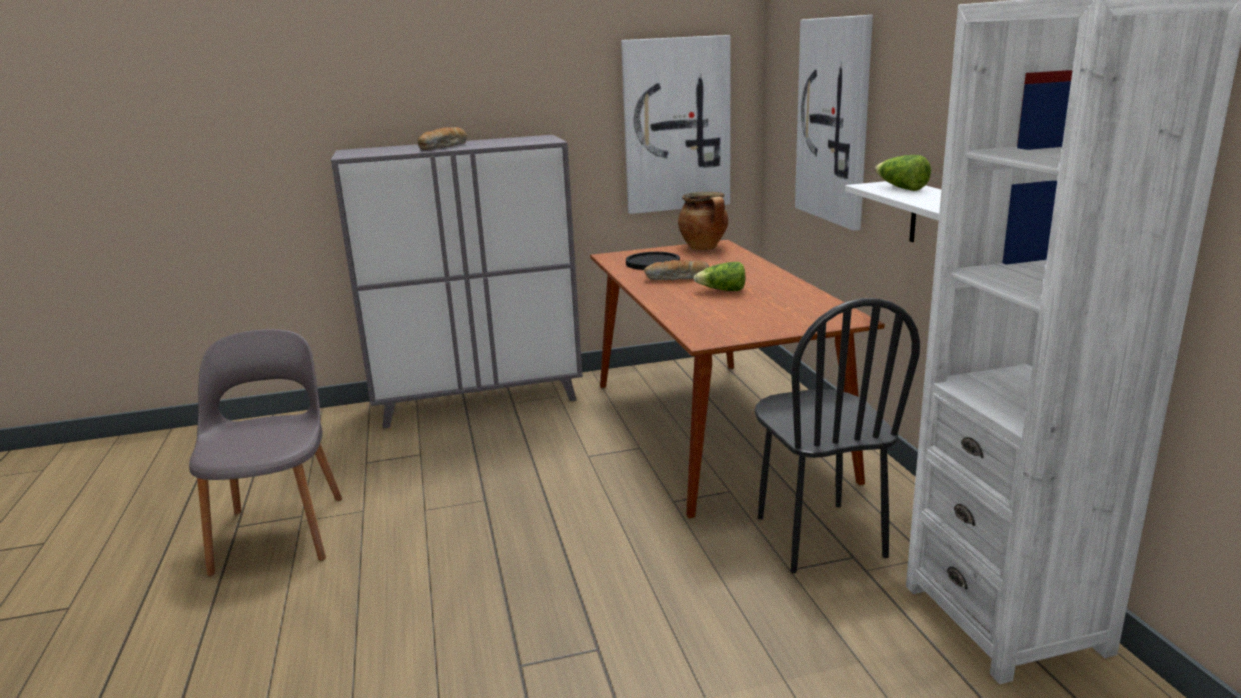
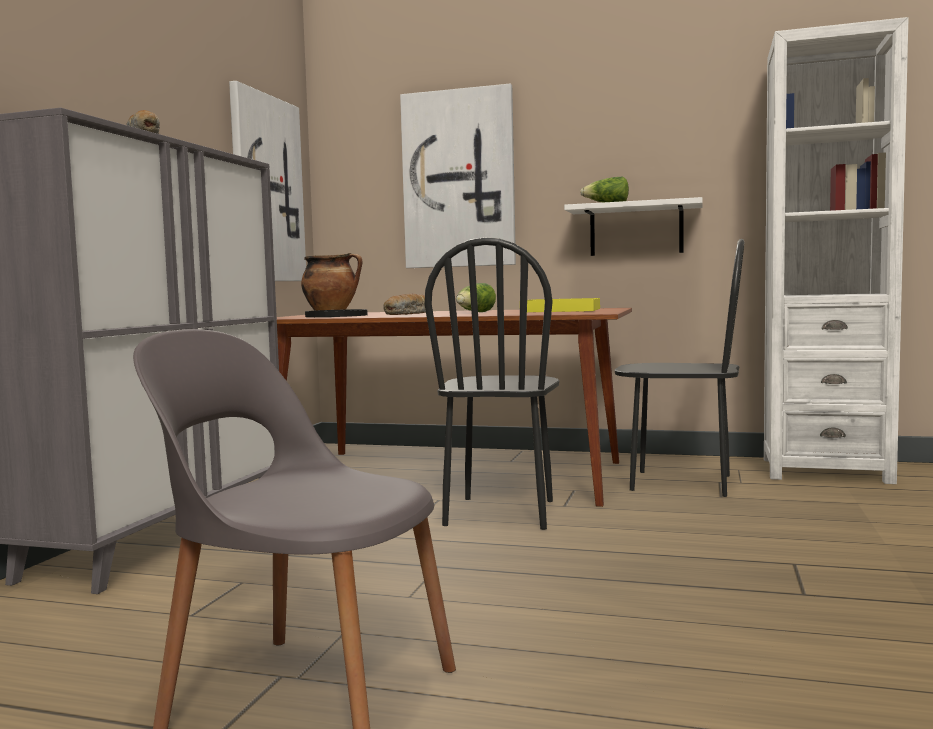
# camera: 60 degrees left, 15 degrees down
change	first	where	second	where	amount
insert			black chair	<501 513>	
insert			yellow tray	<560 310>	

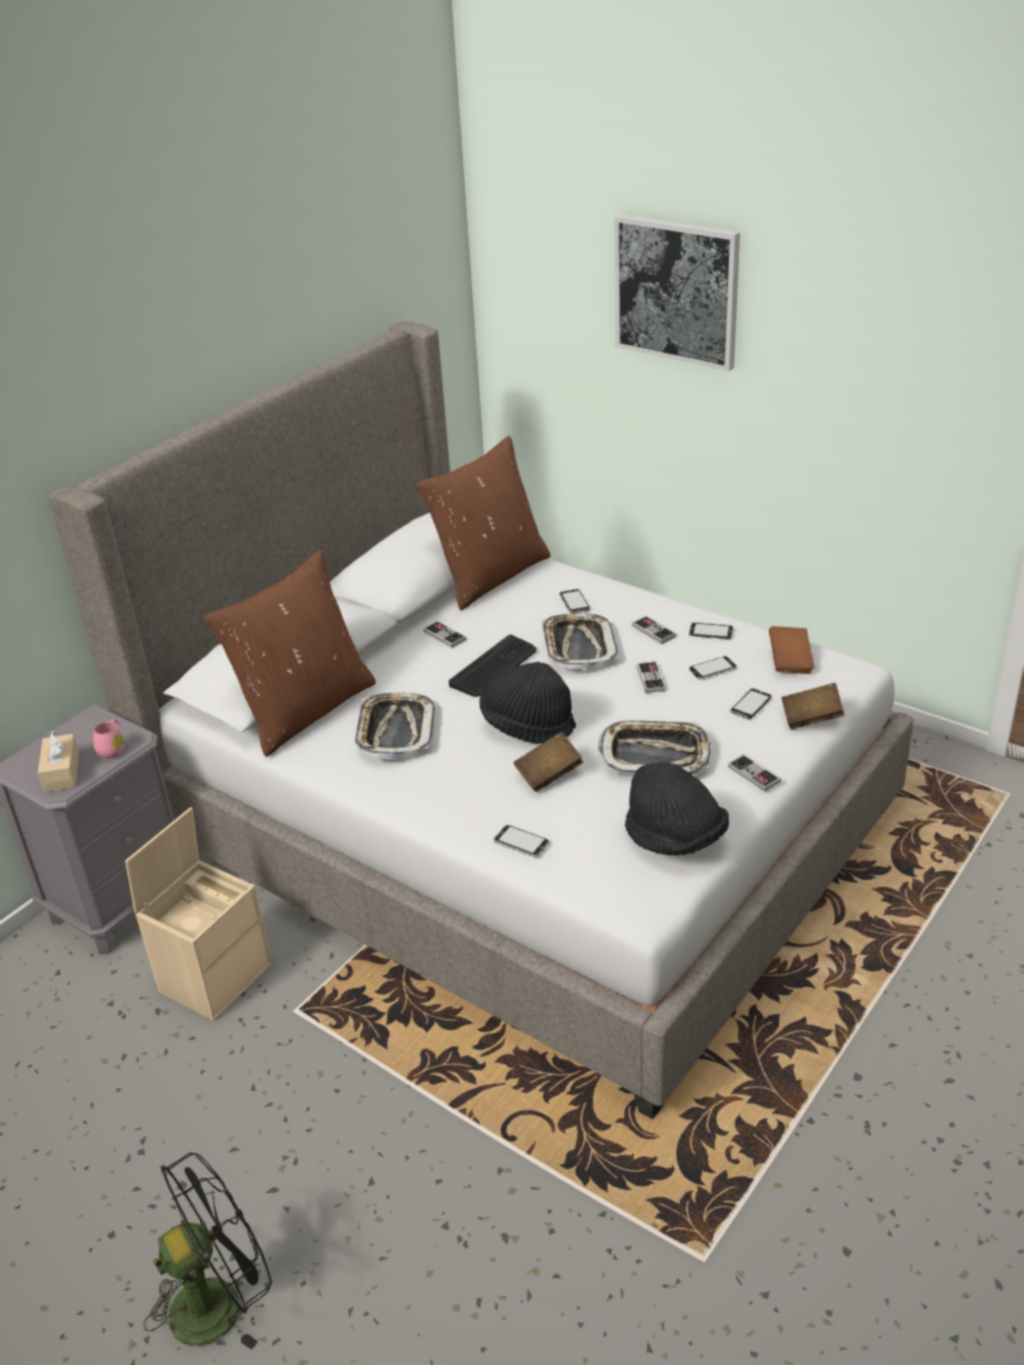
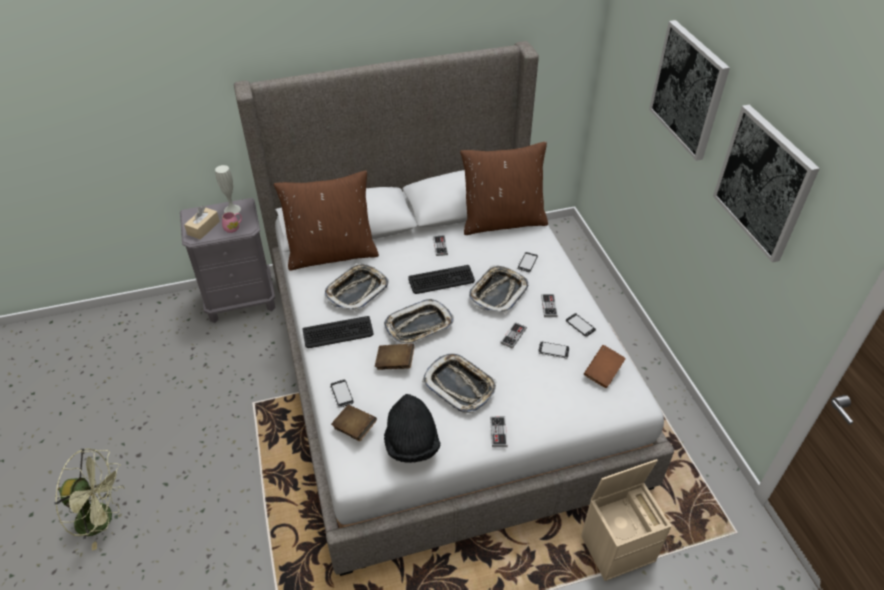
# camera: 35 degrees right, 10 degrees up
change	first	where	second	where	amount
move	beige storage box	<216 975>		<618 547>	
recolor	black fan	<219 1300>	green fan	<103 519>	
replace	black hat	<527 725>	tray	<419 326>	
delete	phone	<750 705>			
move	brown book	<811 718>		<354 428>	
insert			white vase	<232 209>	
insert			keyboard	<338 333>	
insert			picture	<764 182>	

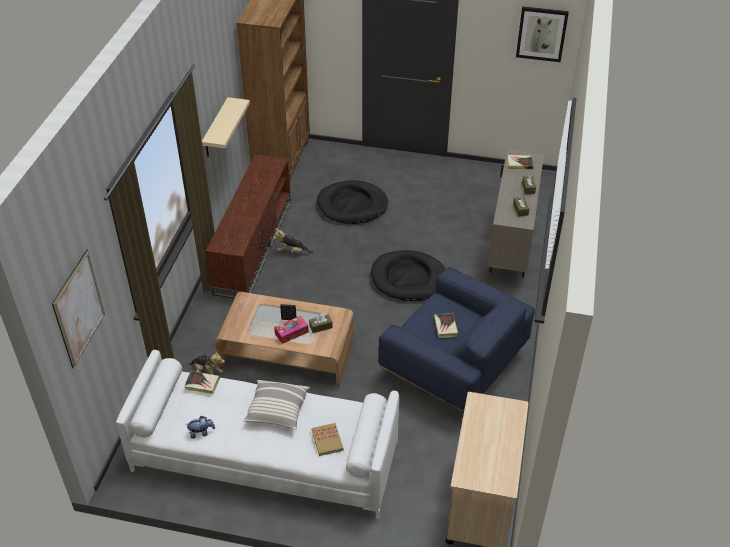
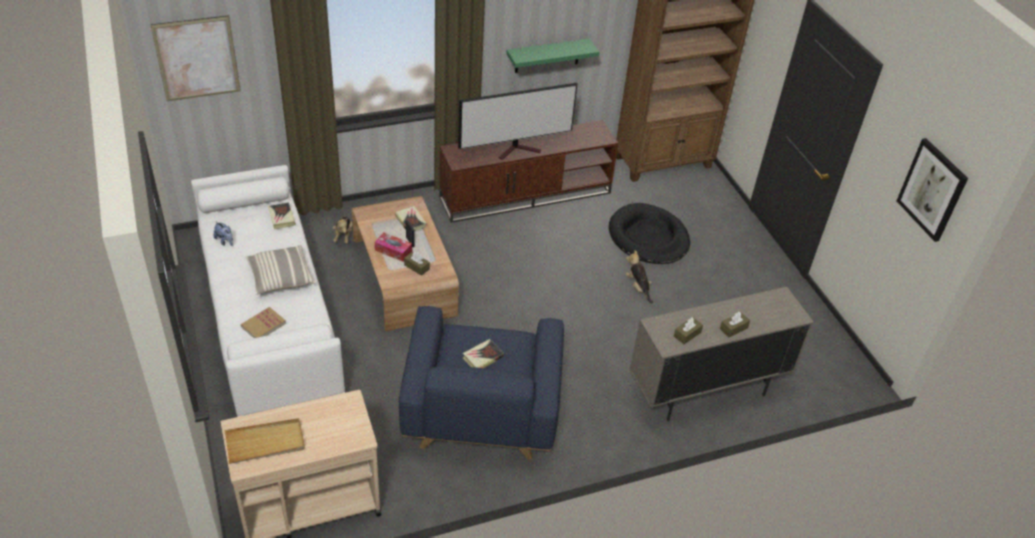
# camera: 55 degrees right, 0 degrees up
change	first	where	second	where	amount
recolor	beige shelf	<216 129>	green shelf	<547 56>	
move	plush toy	<292 251>		<638 287>	
delete	black dog bed	<409 279>			
move	book	<519 164>		<410 221>	
insert			beige tray	<265 443>	
insert			television	<518 150>	

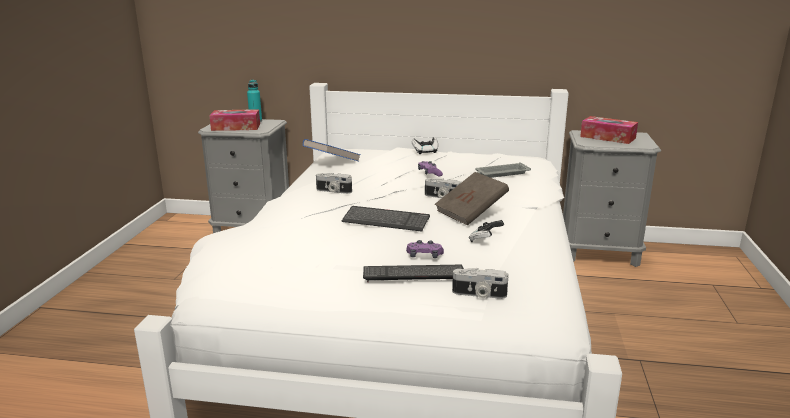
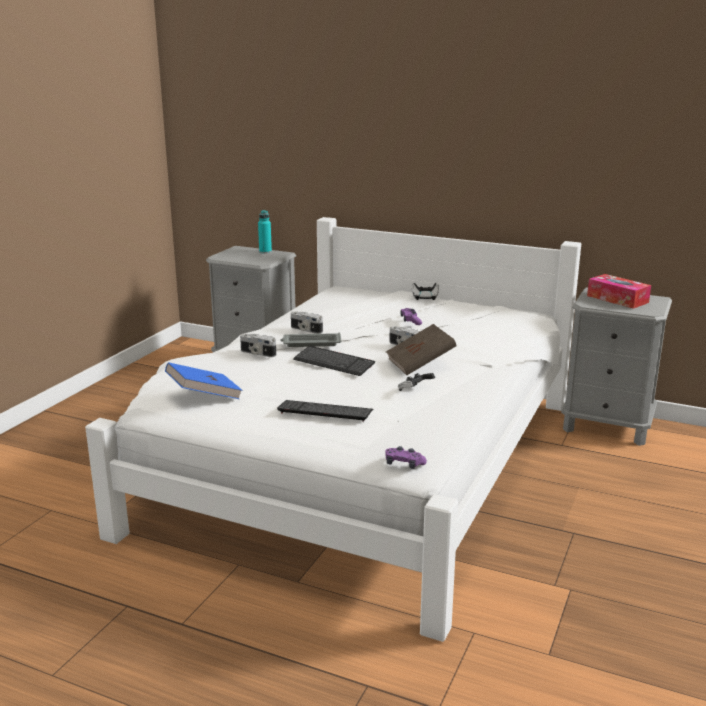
# camera: 15 degrees right, 0 degrees up
change	first	where	second	where	amount
delete	tissue box	<236 127>			
move	blue book	<332 162>		<204 396>	
move	purple game controller	<424 256>		<404 464>	
move	photo camera	<479 294>		<257 353>	
move	grey tray	<501 173>		<310 343>	

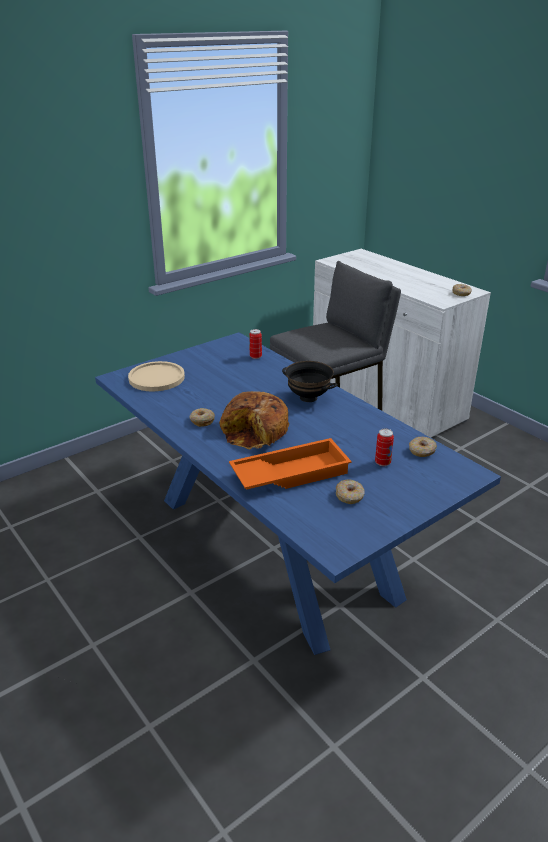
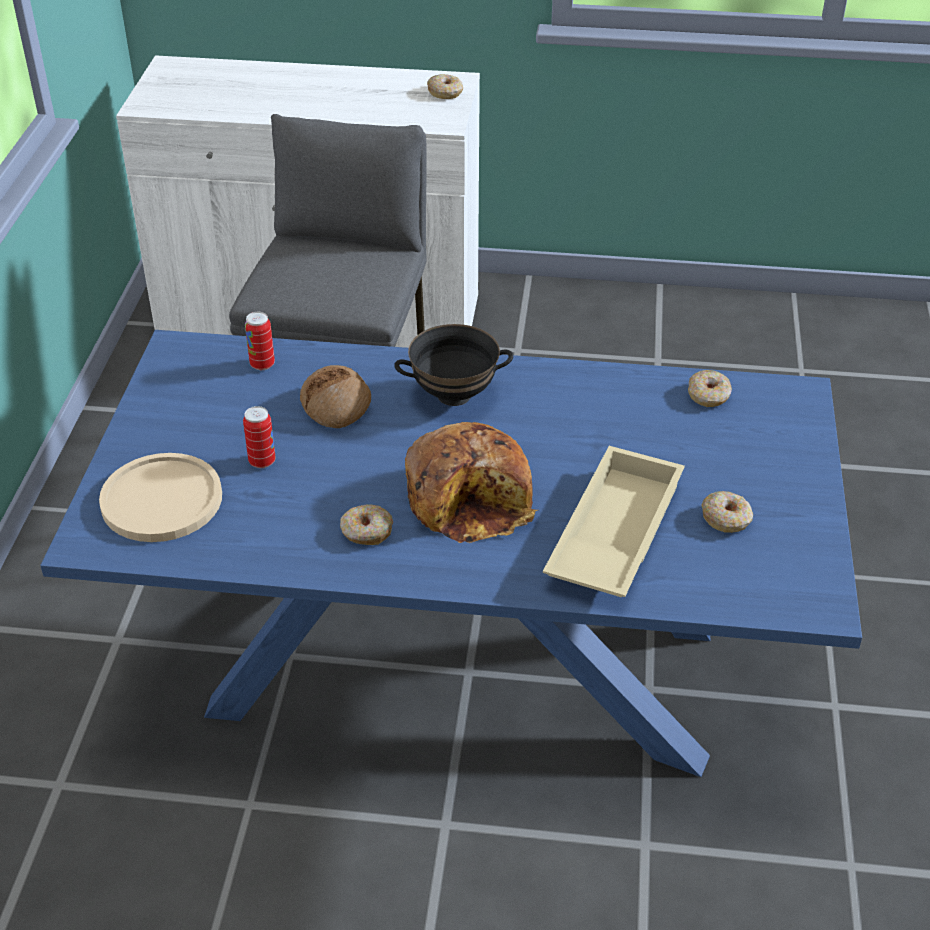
# camera: 45 degrees left, 10 degrees up
change	first	where	second	where	amount
recolor	orange tray	<290 472>	beige tray	<612 533>	
move	can	<382 462>		<262 461>	
insert			bread	<336 405>	

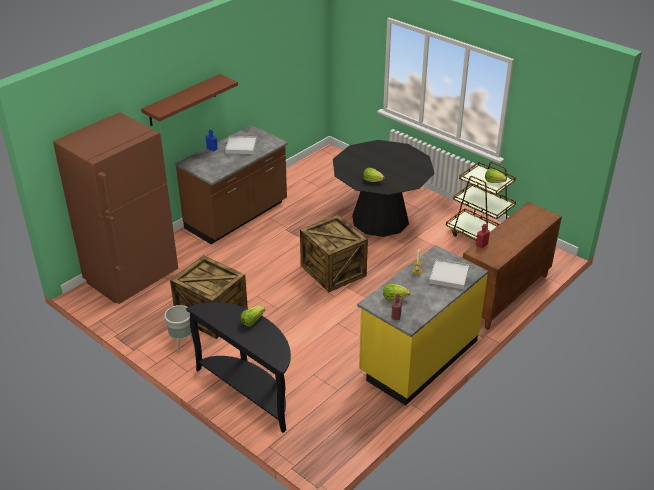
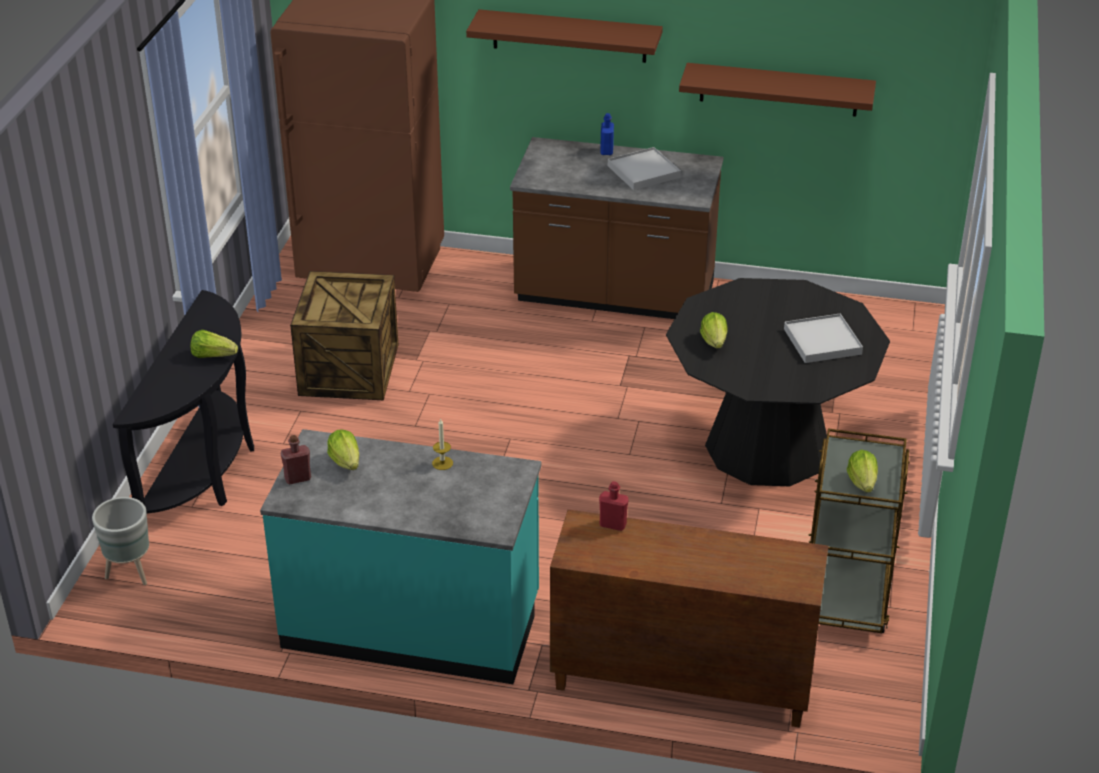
# camera: 60 degrees right, 0 degrees up
change	first	where	second	where	amount
move	grey planter	<181 344>		<130 573>	
delete	crate	<334 270>			
recolor	yellow counter	<418 357>	turquoise counter	<412 623>	
move	white tray	<449 276>		<822 342>	
insert			brown shelf	<779 89>	

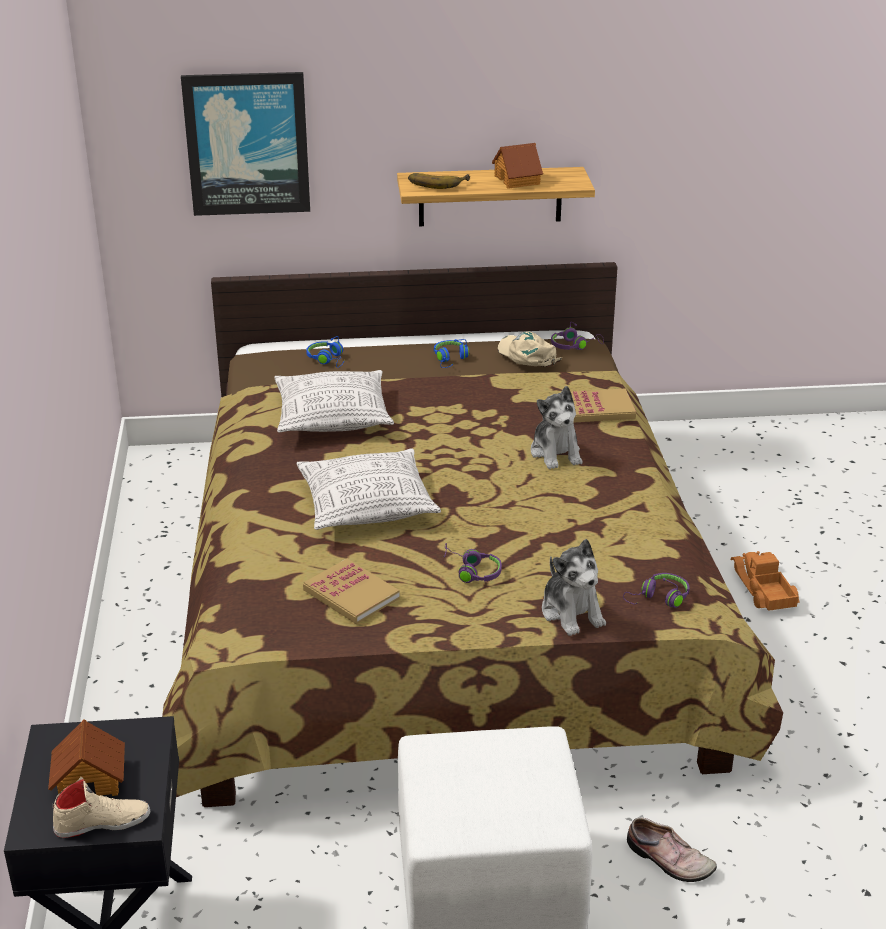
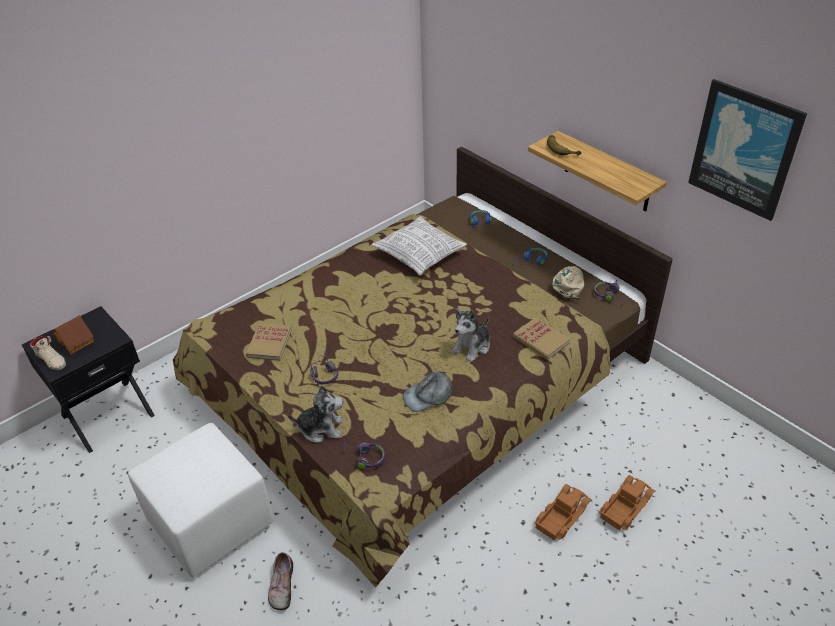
# camera: 55 degrees right, 10 degrees up
change	first	where	second	where	amount
move	picture	<247 143>		<744 149>	
delete	pillow	<367 506>			
delete	toy house	<517 180>			
rotate	plush toy	<572 612>		<321 428>	120 degrees counterclockwise
insert			grey cap	<428 395>	
insert			toy truck	<624 506>	

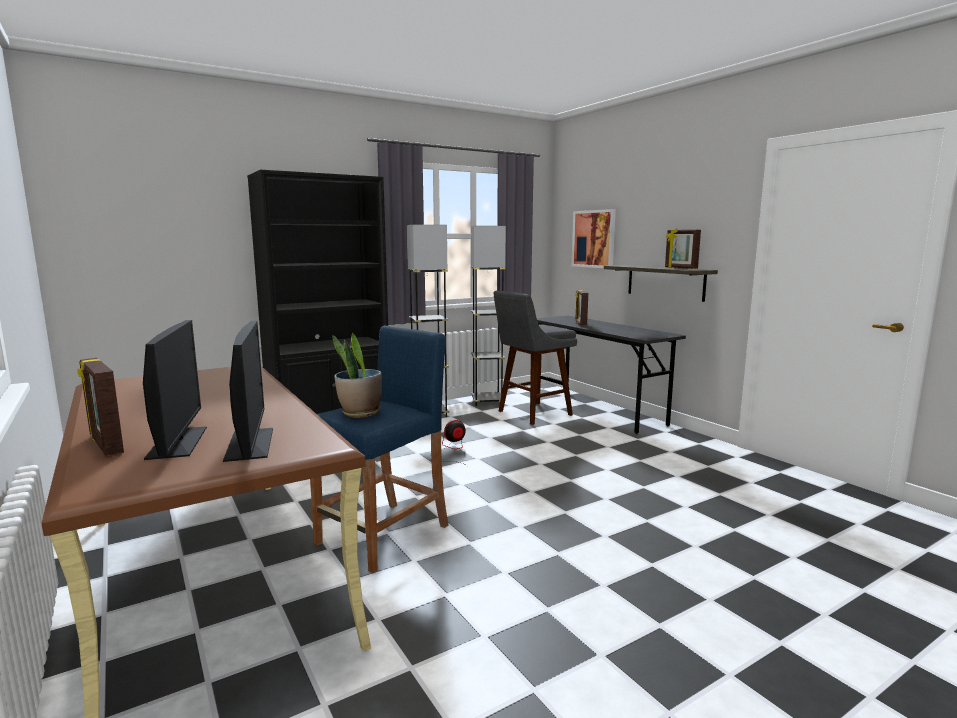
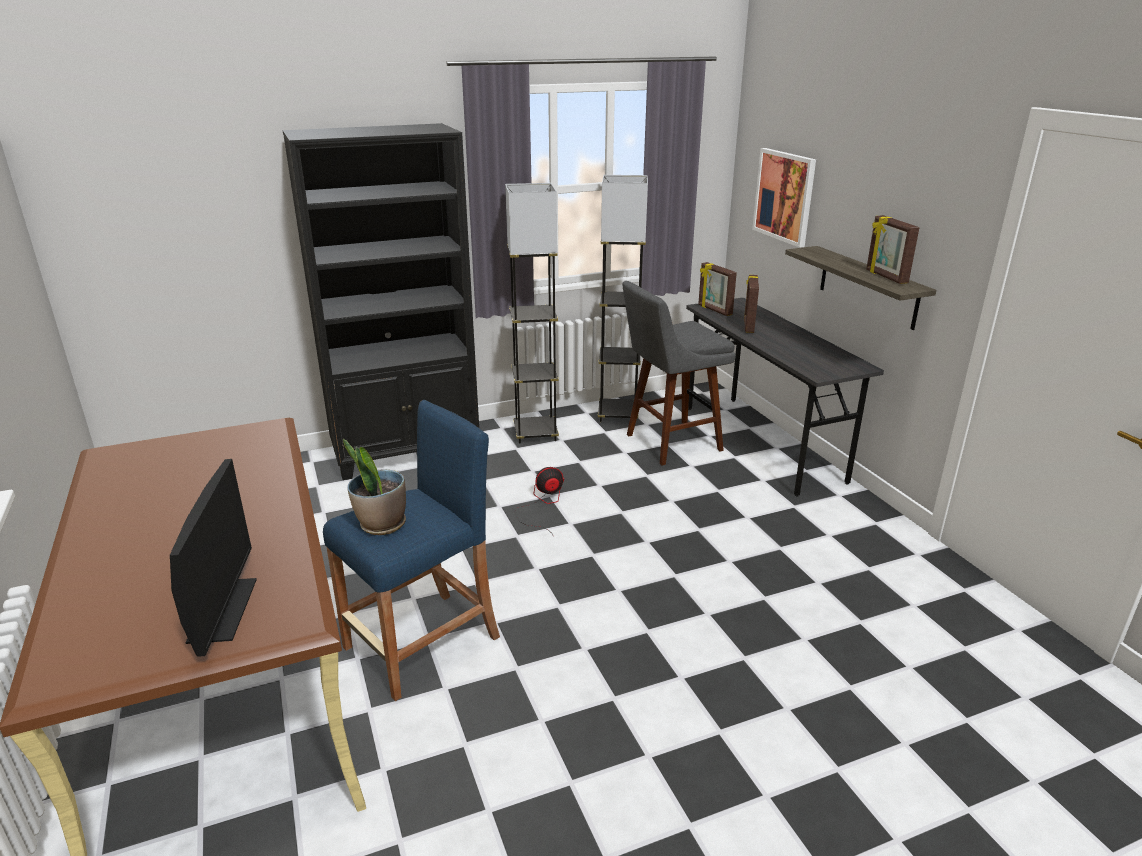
# camera: 10 degrees right, 15 degrees up
change	first	where	second	where	amount
move	picture frame	<105 445>		<714 310>	
delete	monitor	<177 442>			

